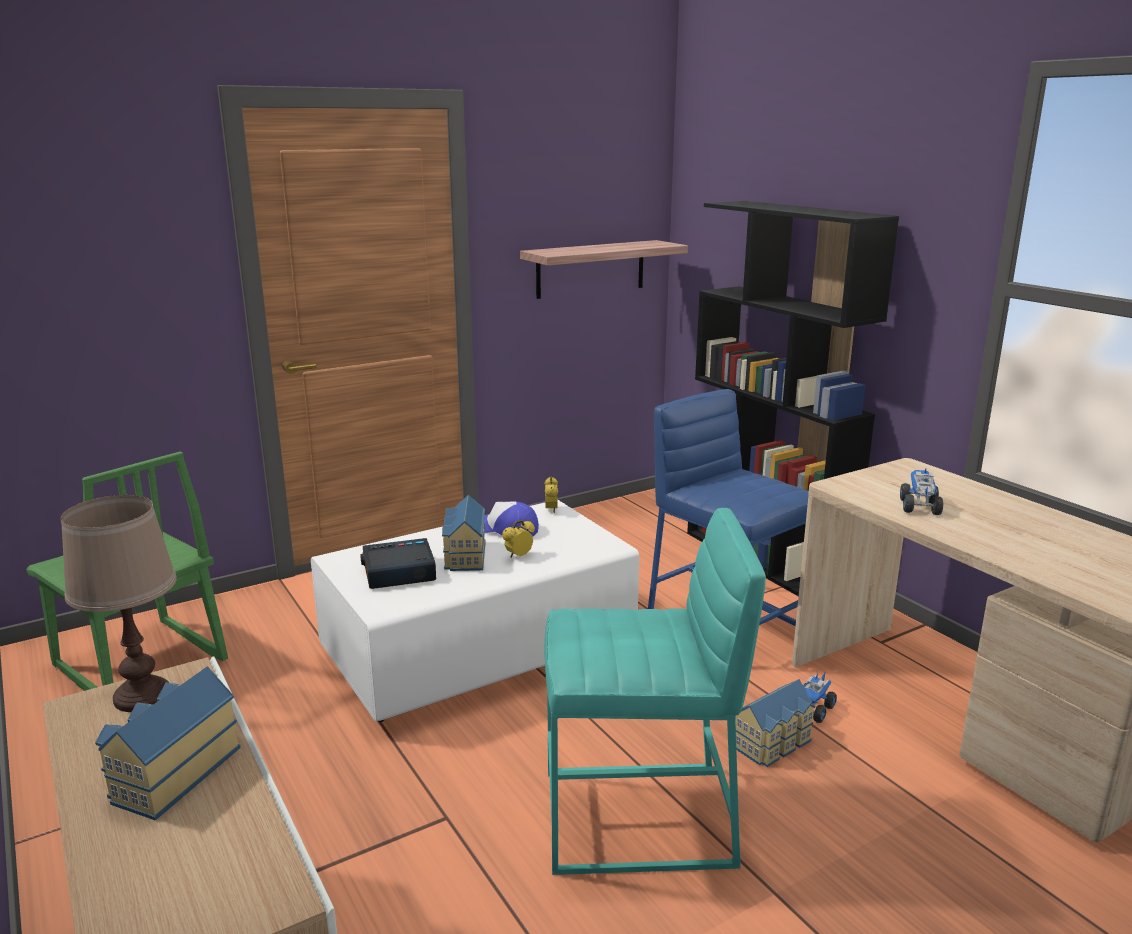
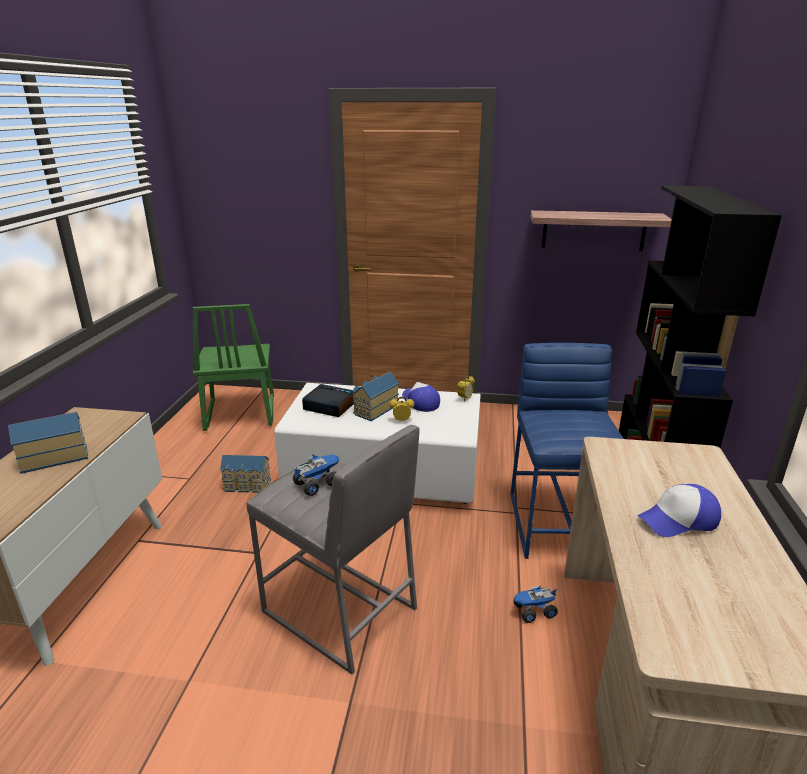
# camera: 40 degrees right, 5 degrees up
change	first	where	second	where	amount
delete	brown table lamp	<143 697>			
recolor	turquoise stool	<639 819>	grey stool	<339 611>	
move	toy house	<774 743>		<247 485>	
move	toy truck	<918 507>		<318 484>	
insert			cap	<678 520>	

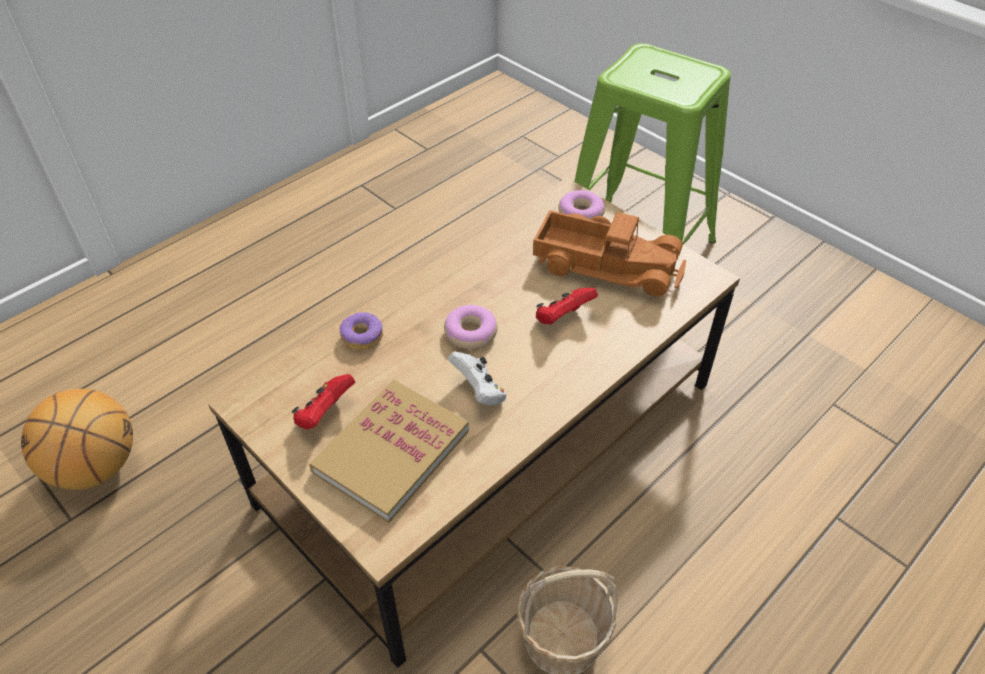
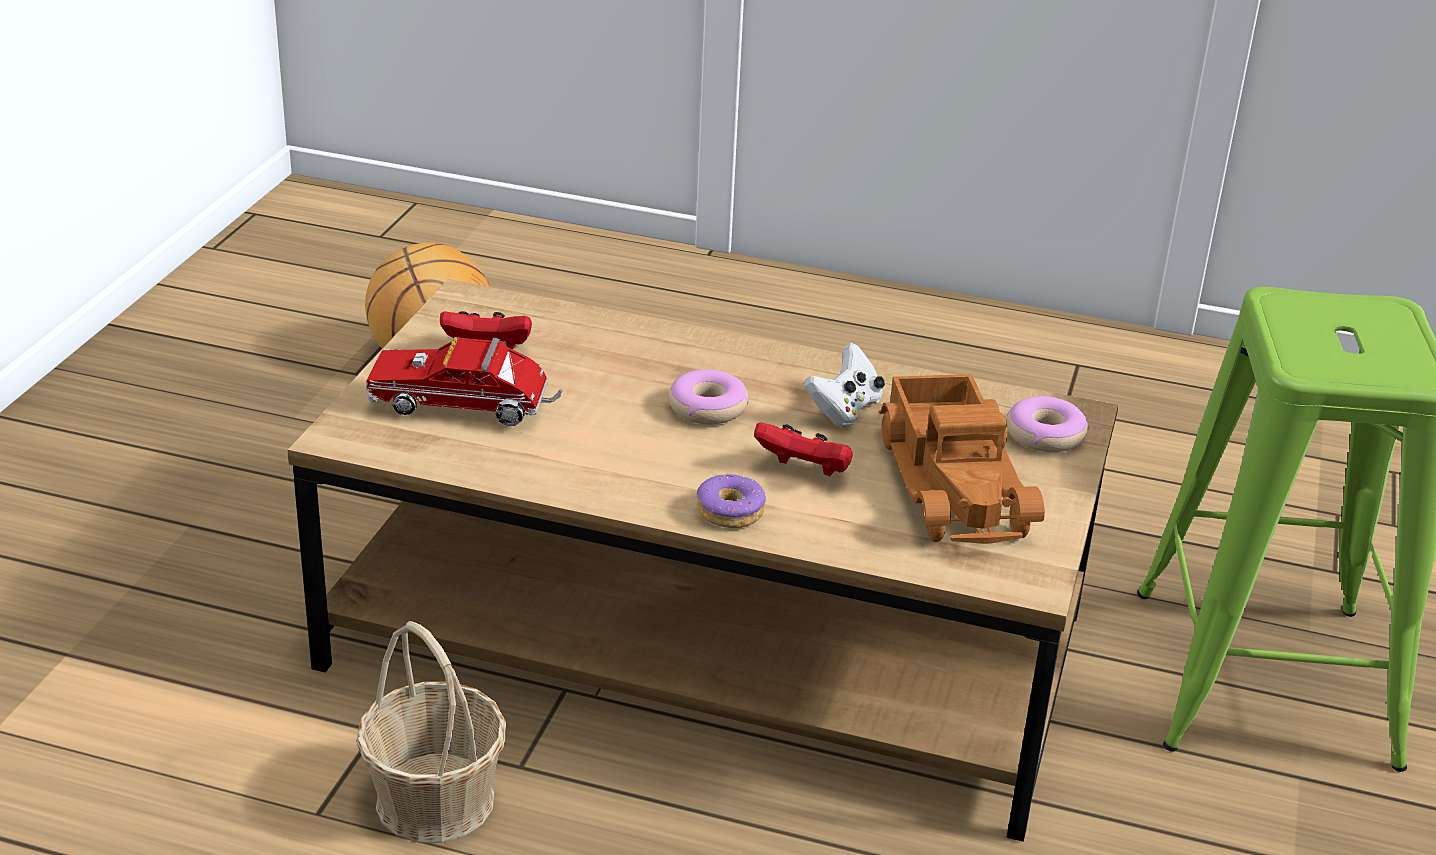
# camera: 60 degrees right, 15 degrees down
change	first	where	second	where	amount
replace	book	<391 451>	toy truck	<468 406>	
move	donut	<362 336>		<730 512>	
move	white game controller	<479 391>		<844 410>	

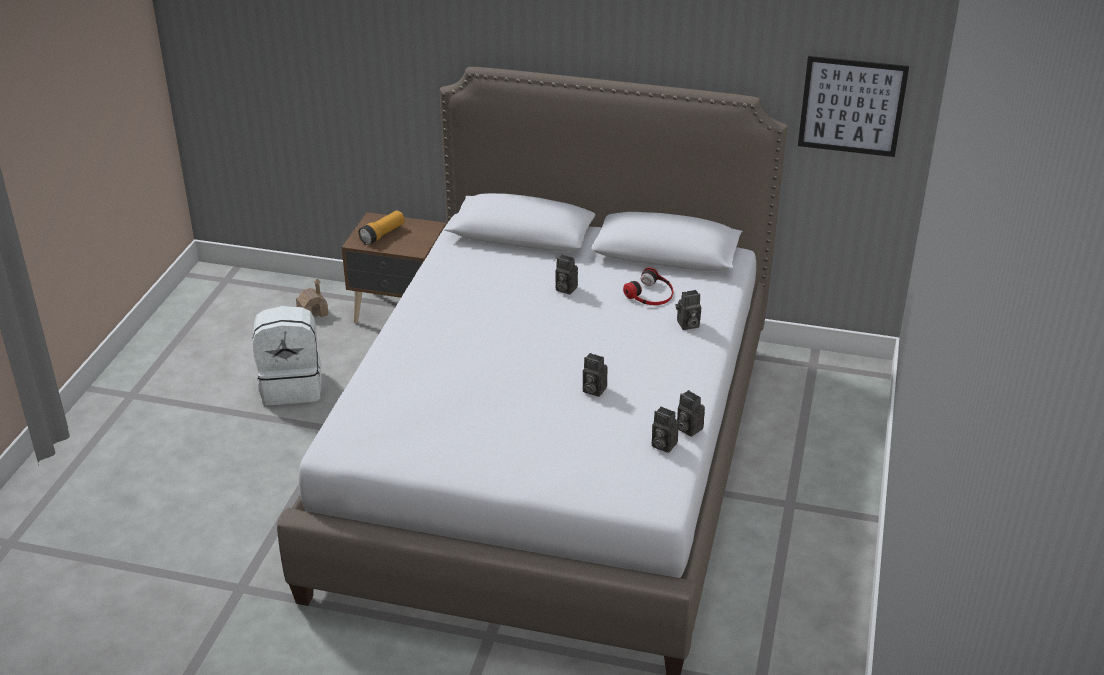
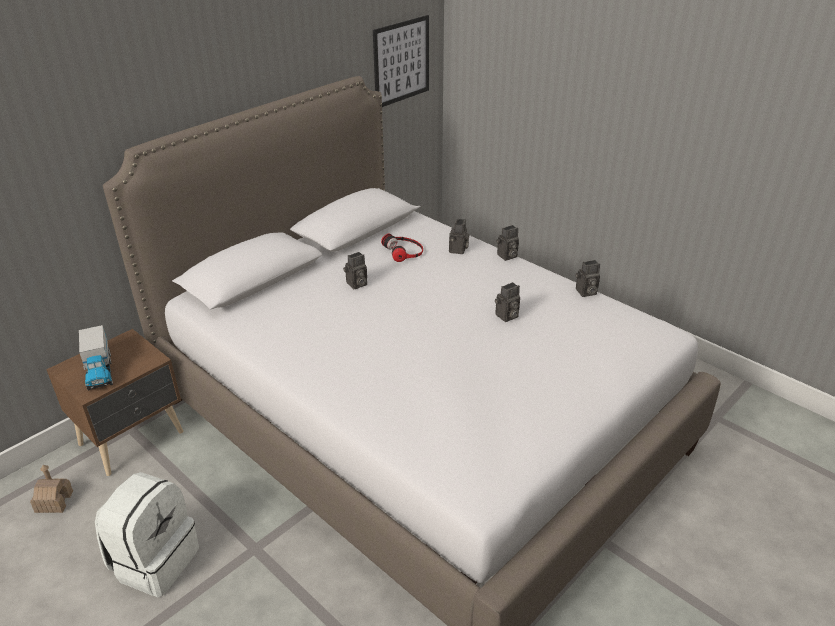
# camera: 60 degrees left, 0 degrees up
change	first	where	second	where	amount
replace	flashlight	<383 235>	toy truck	<99 371>	
move	photo camera	<662 445>		<507 256>	

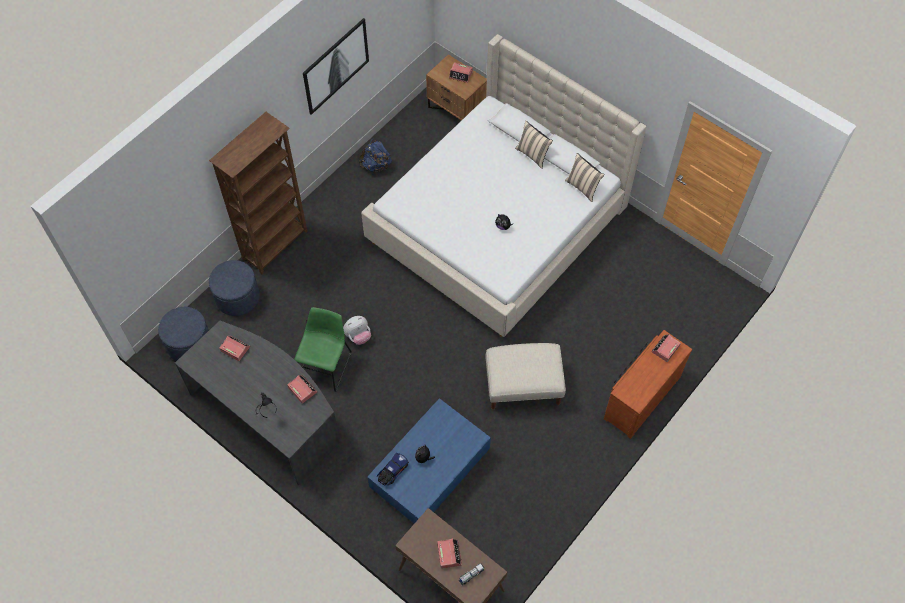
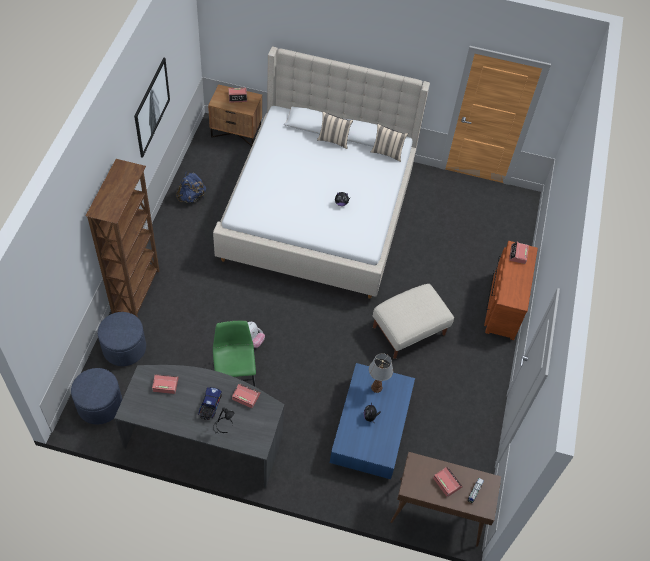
# camera: 30 degrees left, 5 degrees down
change	first	where	second	where	amount
move	toy truck	<392 472>		<210 406>	
insert			table lamp	<377 387>	

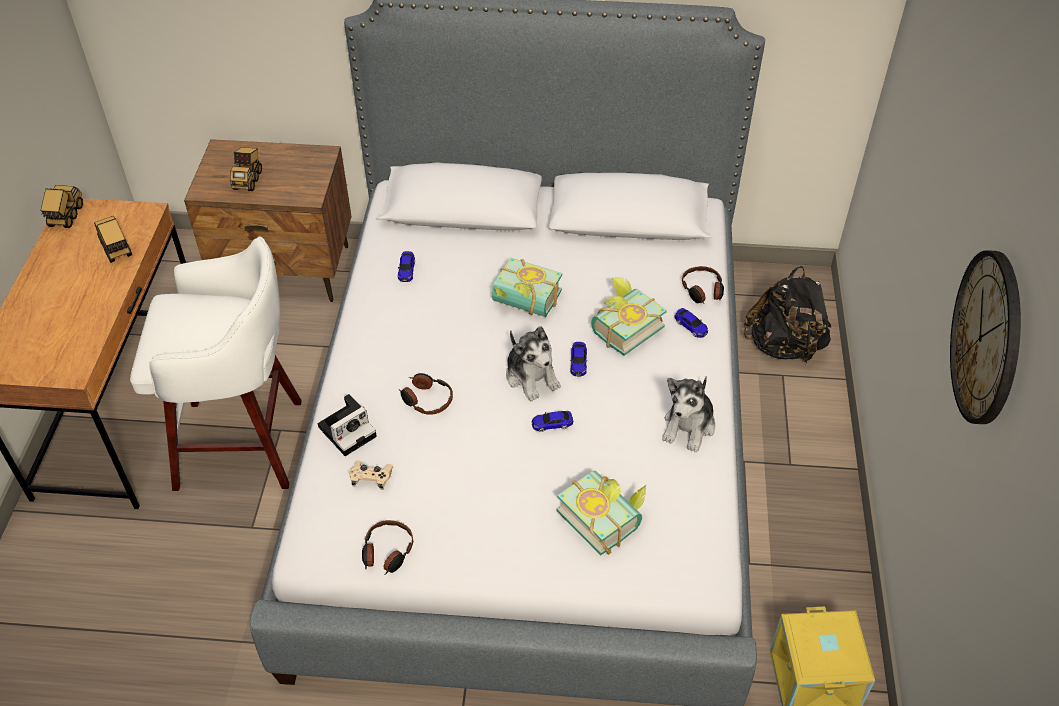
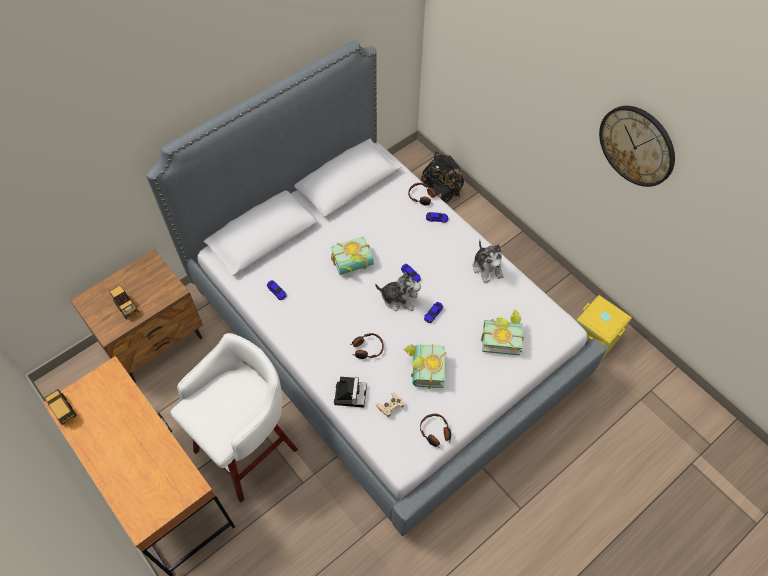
# camera: 45 degrees left, 10 degrees up
change	first	where	second	where	amount
delete	toy truck	<116 249>			
move	book	<622 327>		<423 370>	

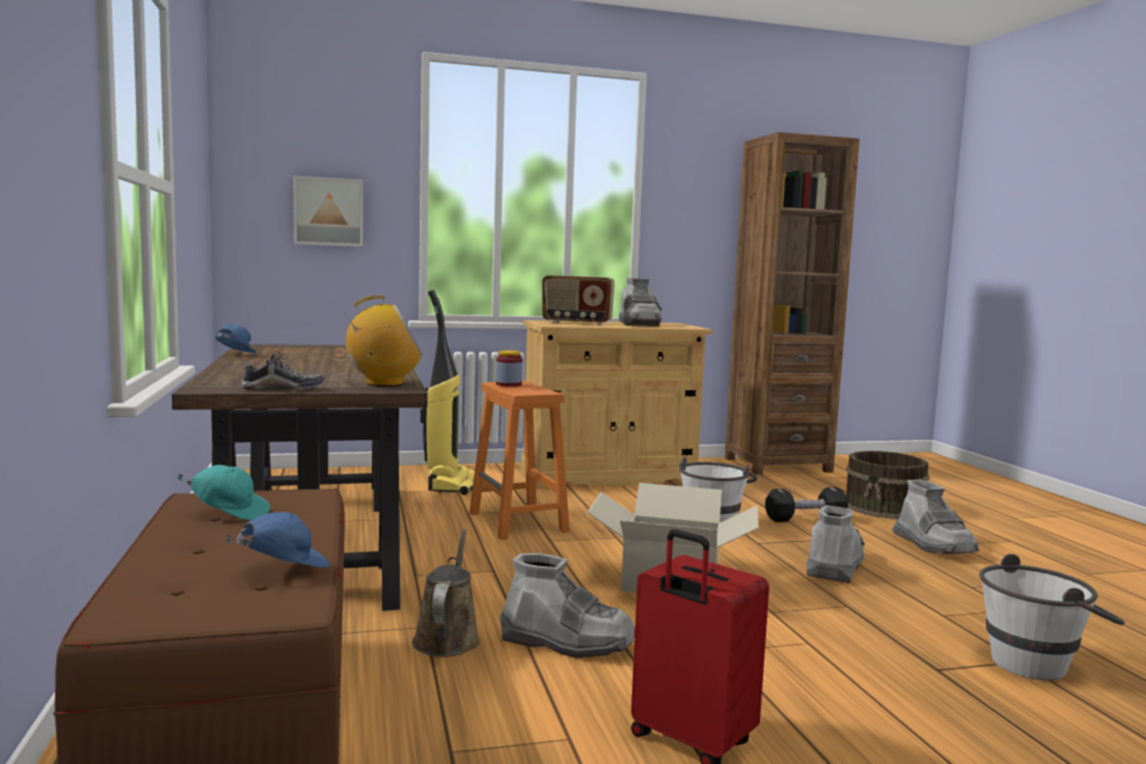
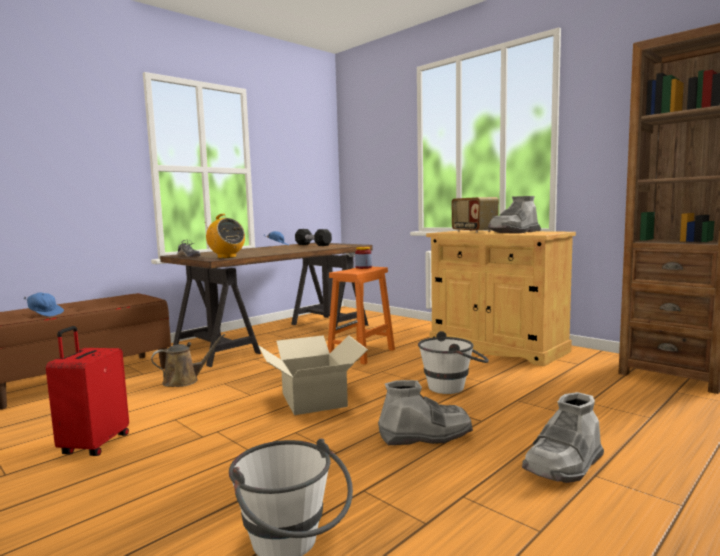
# camera: 60 degrees right, 0 degrees up
change	first	where	second	where	amount
delete	turquoise cap	<229 514>			
delete	picture	<328 212>			
delete	vacuum cleaner	<452 484>			
delete	grey boot	<567 642>			
move	black dumbbell	<805 519>		<313 245>	
delete	brown bucket	<885 507>			

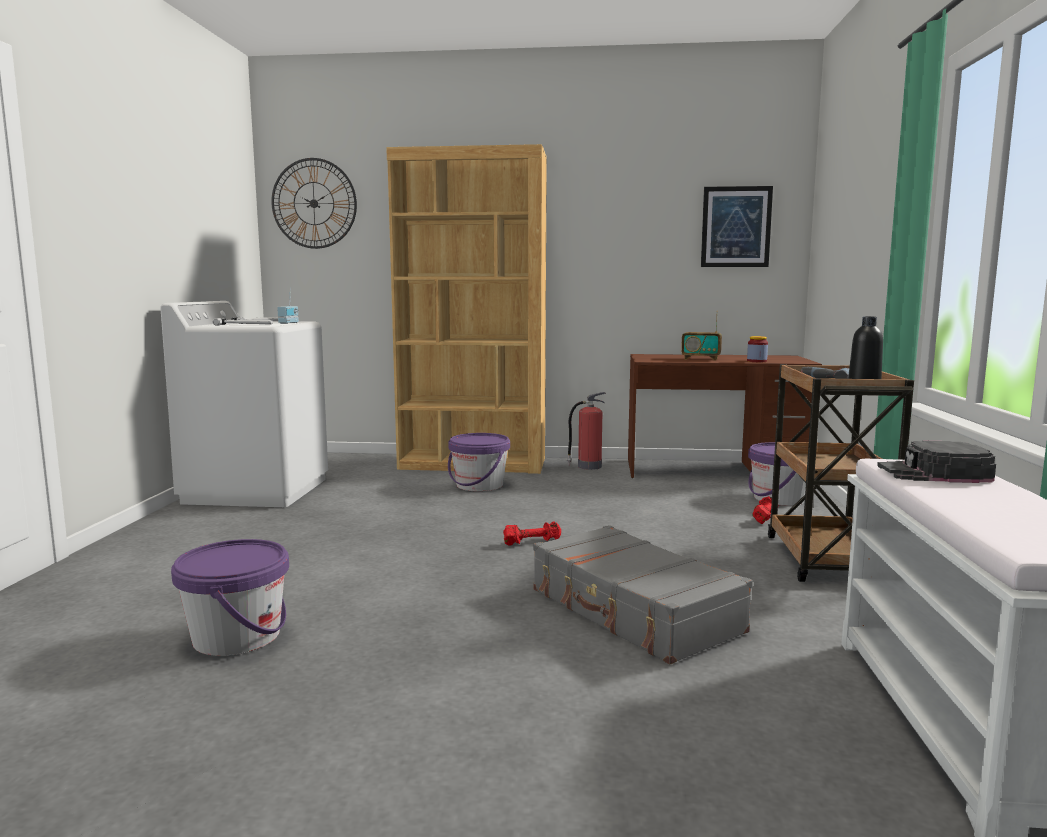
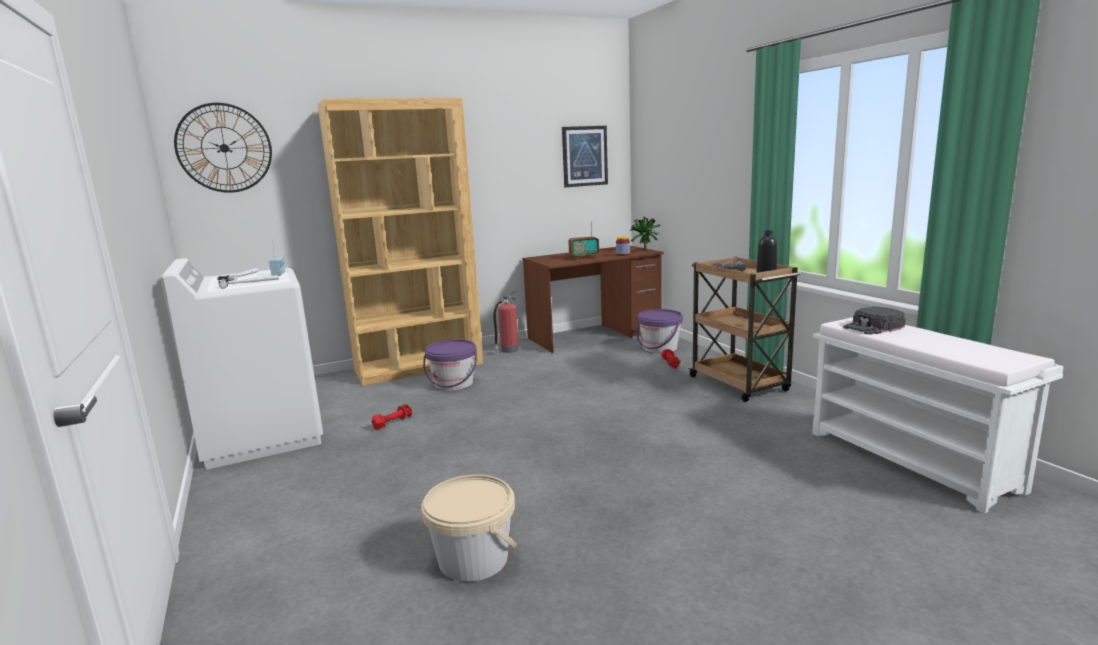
# camera: 30 degrees left, 5 degrees up
change	first	where	second	where	amount
recolor	purple bucket	<237 636>	beige bucket	<473 559>	
move	red dumbbell	<531 542>		<392 423>	
delete	grey suitcase	<633 611>			
insert			potted plant	<645 251>	

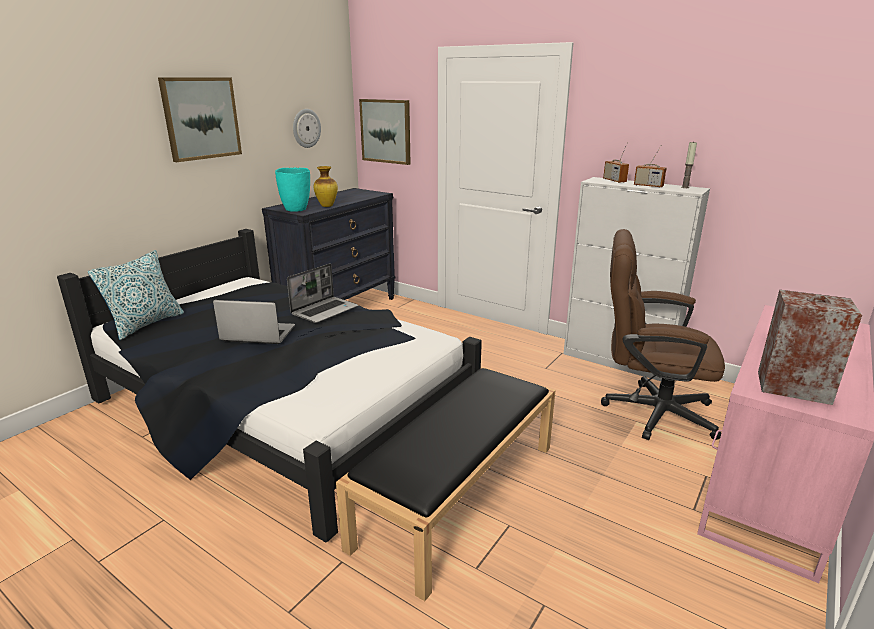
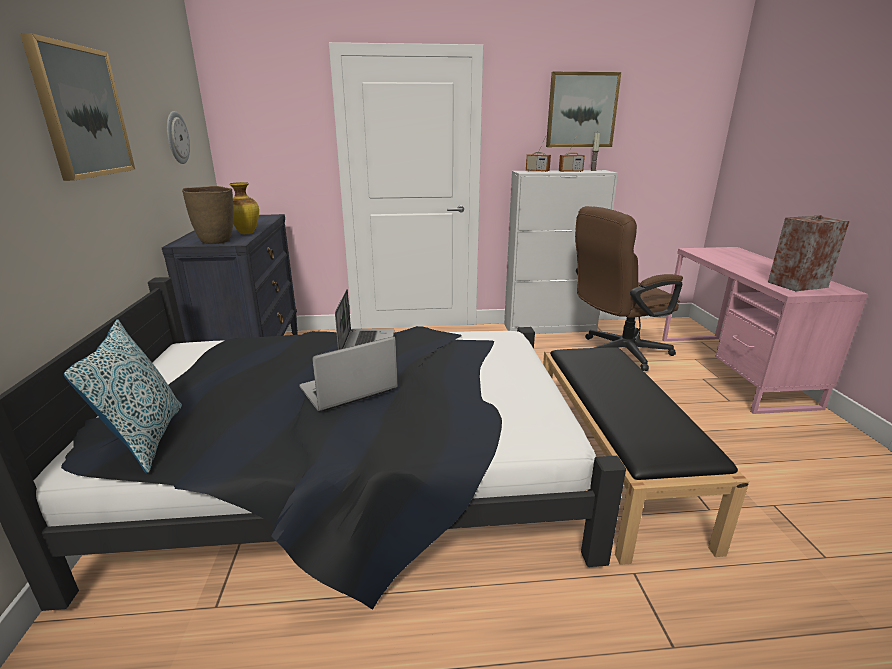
# camera: 40 degrees left, 0 degrees up
change	first	where	second	where	amount
recolor	turquoise vase	<296 209>	brown vase	<217 241>	
move	picture	<386 131>		<581 110>	

